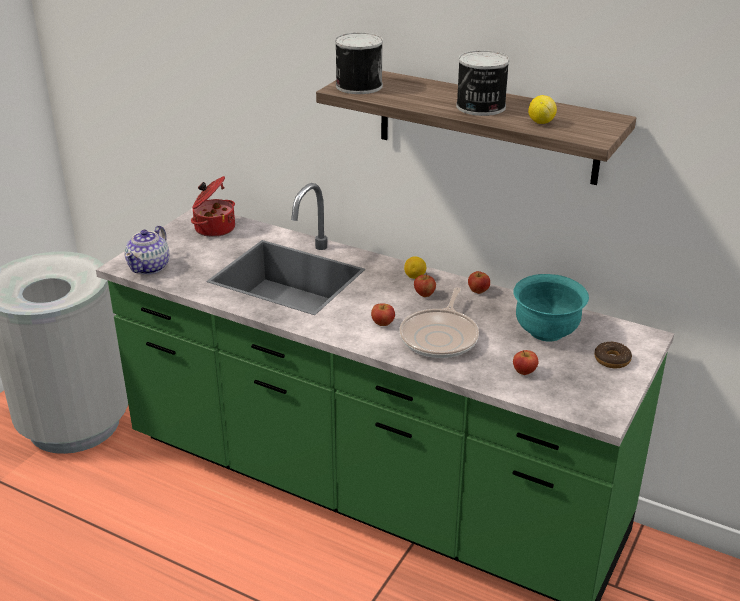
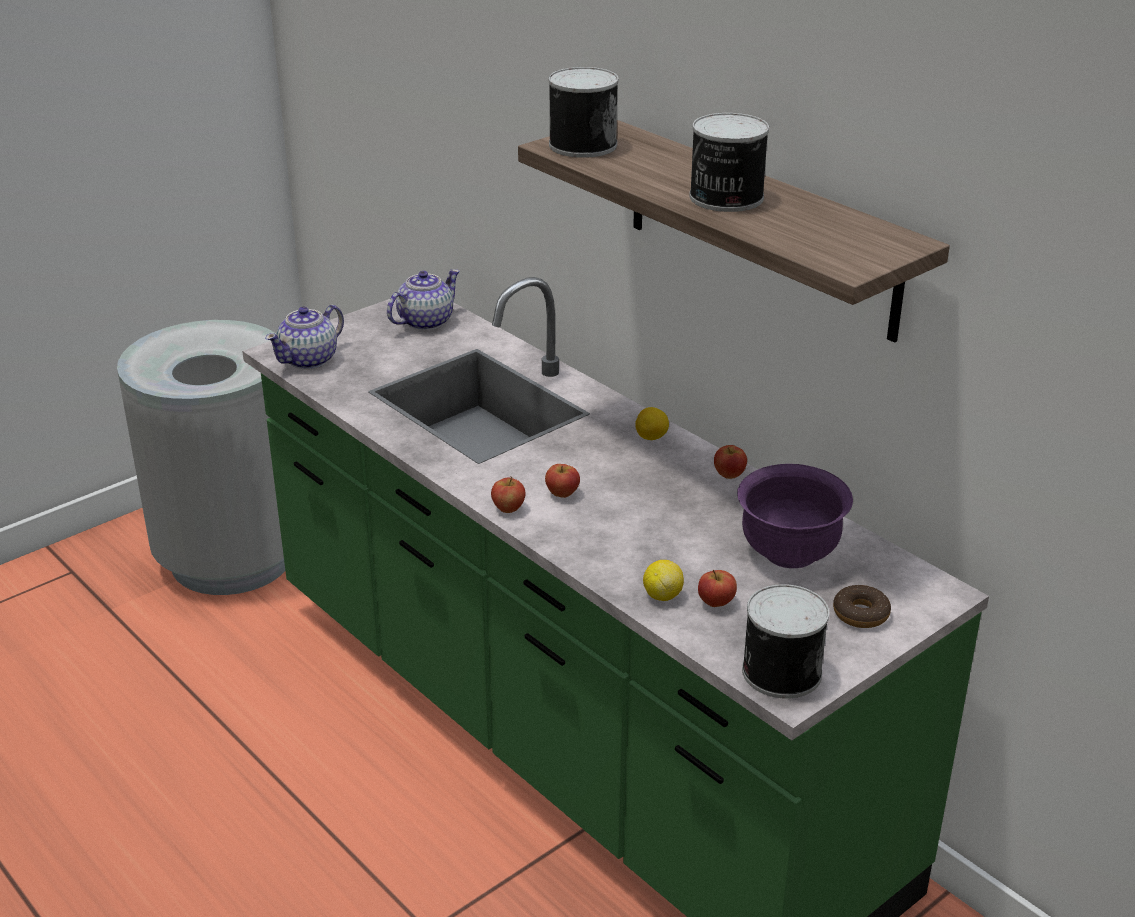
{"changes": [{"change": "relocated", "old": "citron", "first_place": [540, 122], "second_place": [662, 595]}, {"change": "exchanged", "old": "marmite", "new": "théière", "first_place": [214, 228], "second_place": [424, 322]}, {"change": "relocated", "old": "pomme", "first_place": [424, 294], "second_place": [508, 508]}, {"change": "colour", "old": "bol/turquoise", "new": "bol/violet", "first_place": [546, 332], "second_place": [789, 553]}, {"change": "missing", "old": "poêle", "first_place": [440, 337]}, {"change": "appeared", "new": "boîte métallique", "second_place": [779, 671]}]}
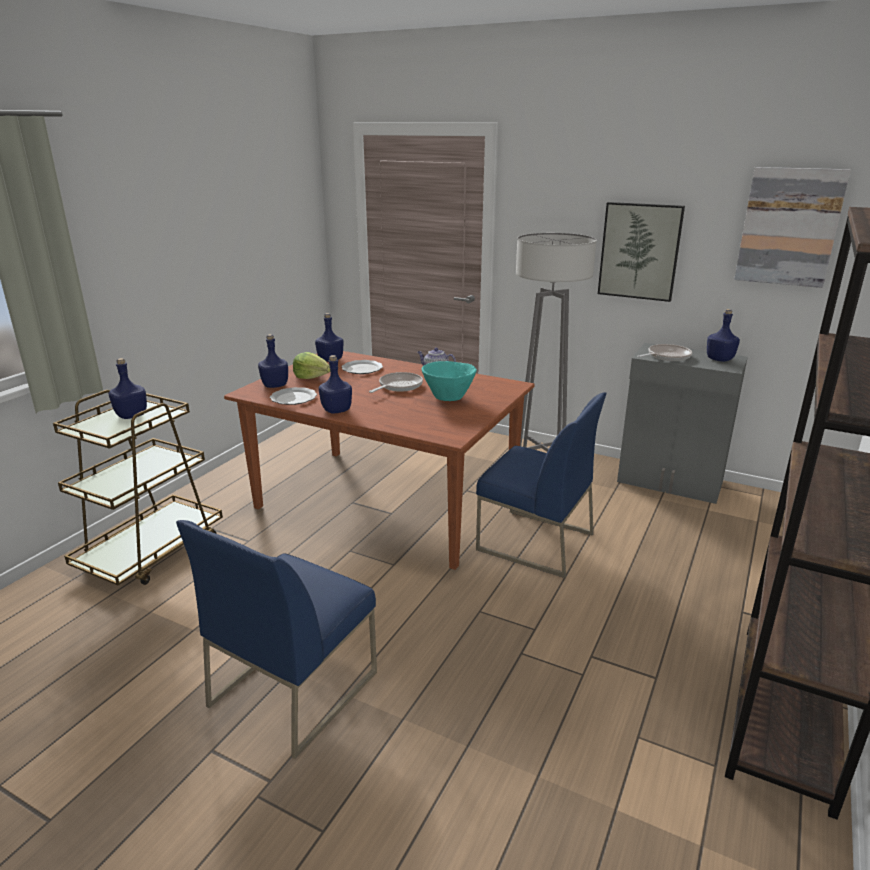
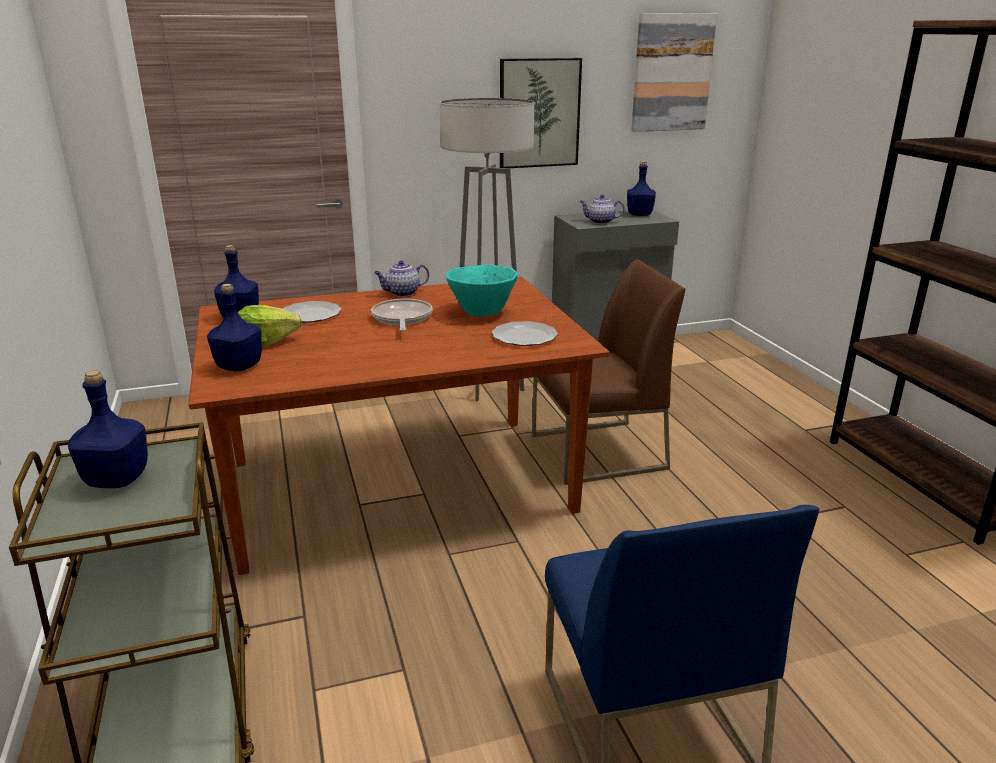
{"changes": [{"change": "exchanged", "old": "poêle", "new": "théière", "first_place": [666, 356], "second_place": [600, 221]}, {"change": "missing", "old": "bouteille/bleu", "first_place": [336, 410]}, {"change": "relocated", "old": "assiette", "first_place": [294, 398], "second_place": [525, 336]}, {"change": "colour", "old": "chaise/bleu", "new": "chaise/marron", "first_place": [534, 542], "second_place": [597, 452]}]}
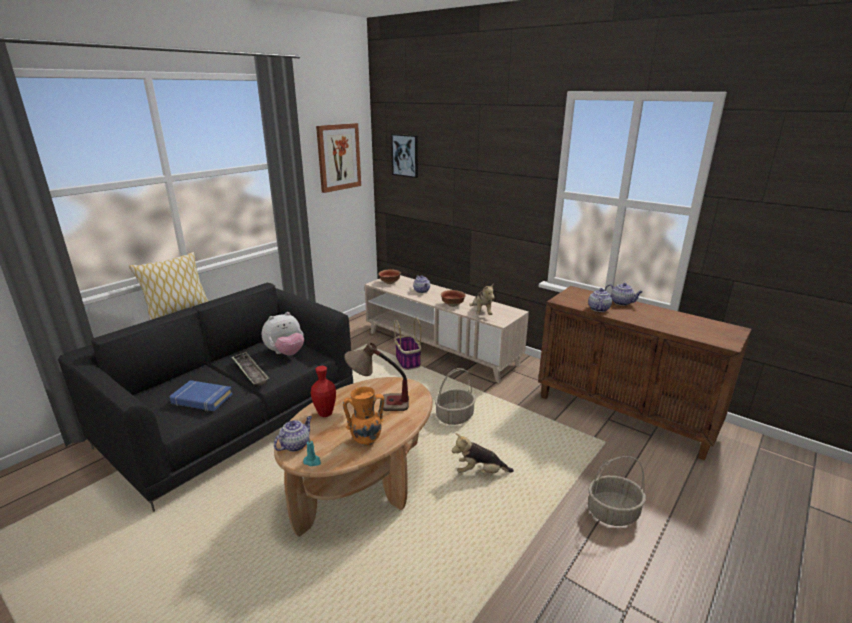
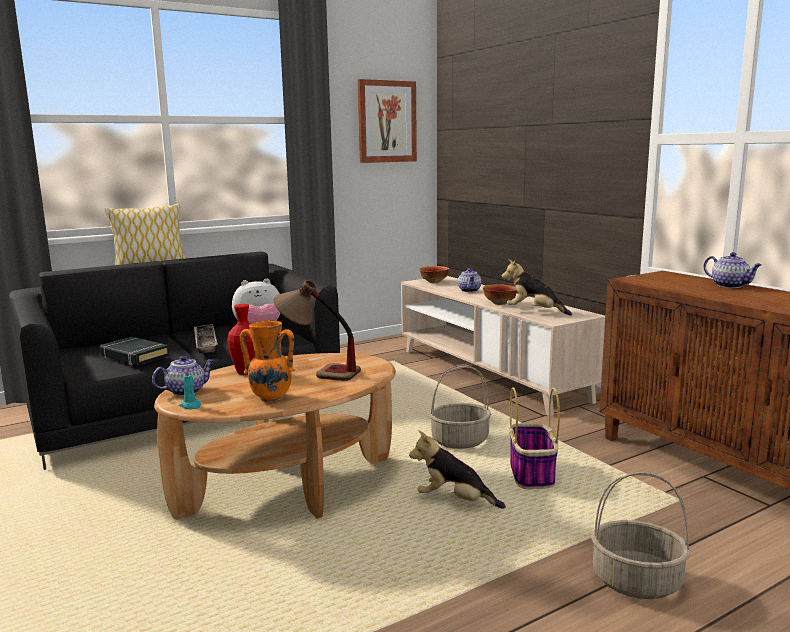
{"changes": [{"change": "missing", "old": "tableau", "first_place": [405, 155]}, {"change": "spun", "old": "peluche", "first_place": [481, 313], "second_place": [534, 312], "degrees": 105}, {"change": "missing", "old": "théière", "first_place": [598, 308]}, {"change": "relocated", "old": "panier", "first_place": [408, 361], "second_place": [532, 474]}, {"change": "colour", "old": "livre/bleu", "new": "livre/noir", "first_place": [202, 399], "second_place": [134, 356]}]}
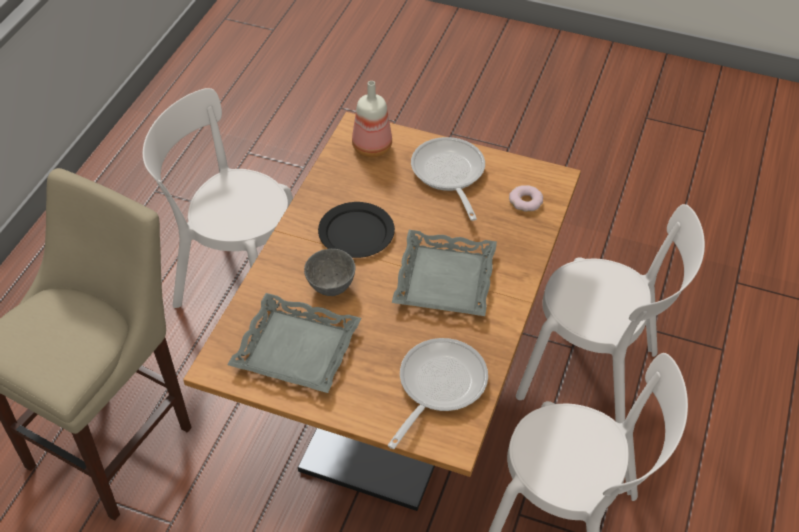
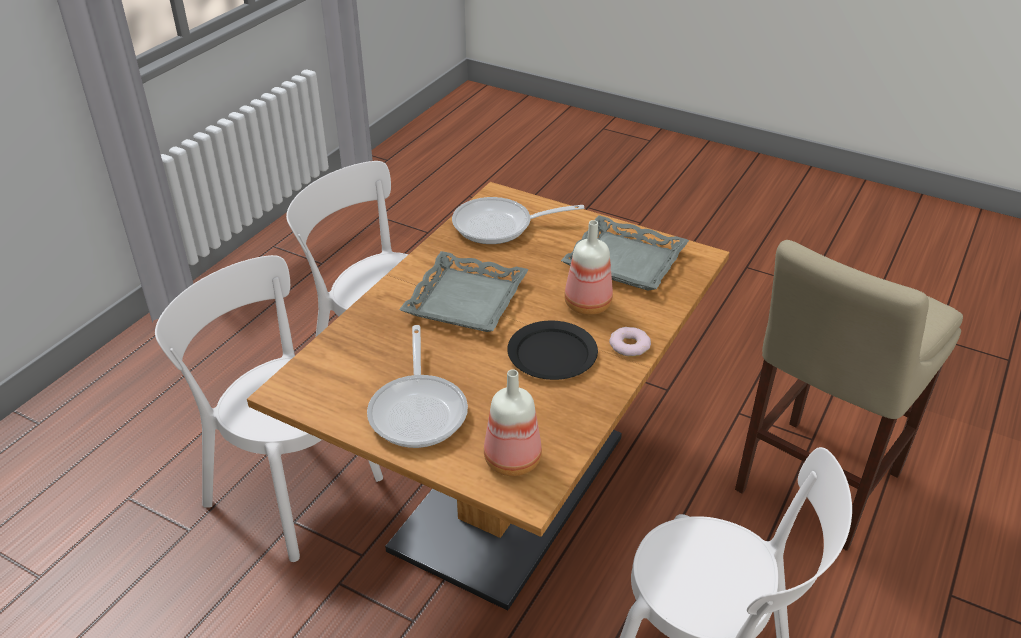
{"changes": [{"change": "relocated", "old": "beignet", "first_place": [526, 201], "second_place": [629, 345]}, {"change": "exchanged", "old": "bol/gris", "new": "bouteille", "first_place": [332, 288], "second_place": [586, 304]}, {"change": "spun", "old": "poêle", "first_place": [437, 386], "second_place": [500, 226], "degrees": 45}]}
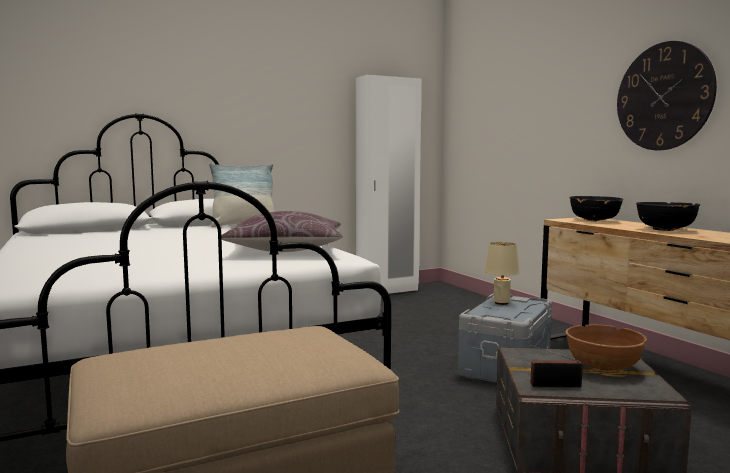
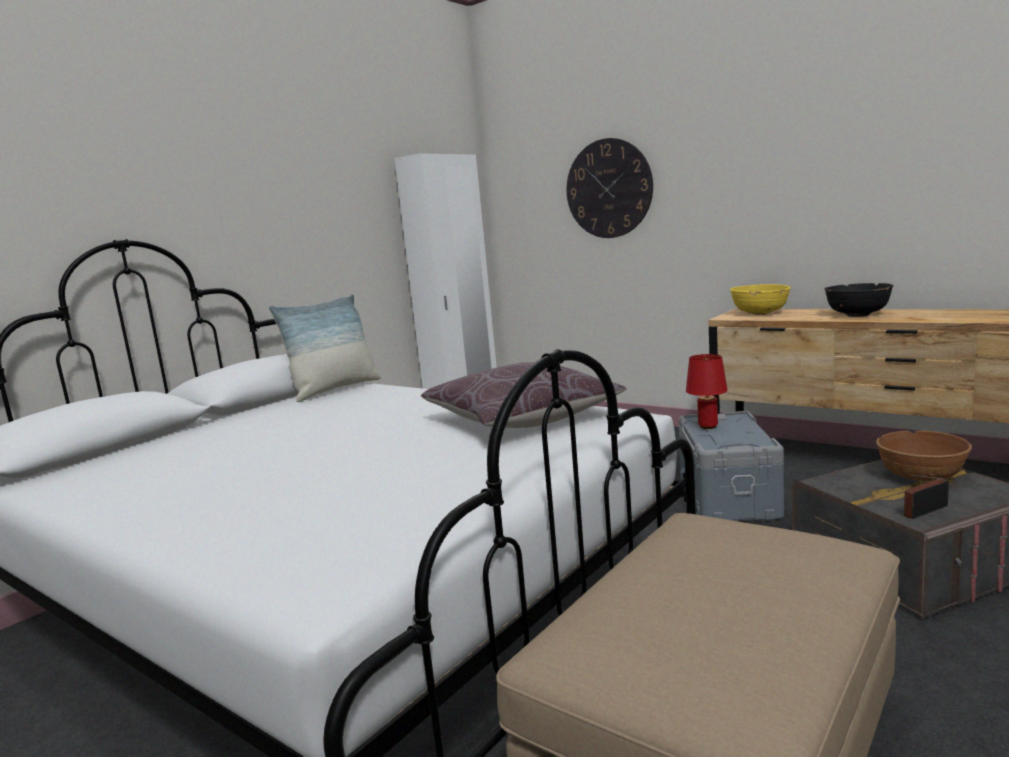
{"changes": [{"change": "relocated", "old": "horloge murale", "first_place": [663, 96], "second_place": [608, 188]}, {"change": "colour", "old": "bol/noir", "new": "bol/jaune", "first_place": [594, 220], "second_place": [760, 313]}, {"change": "colour", "old": "lampe de table/beige", "new": "lampe de table/rouge", "first_place": [501, 303], "second_place": [708, 426]}]}
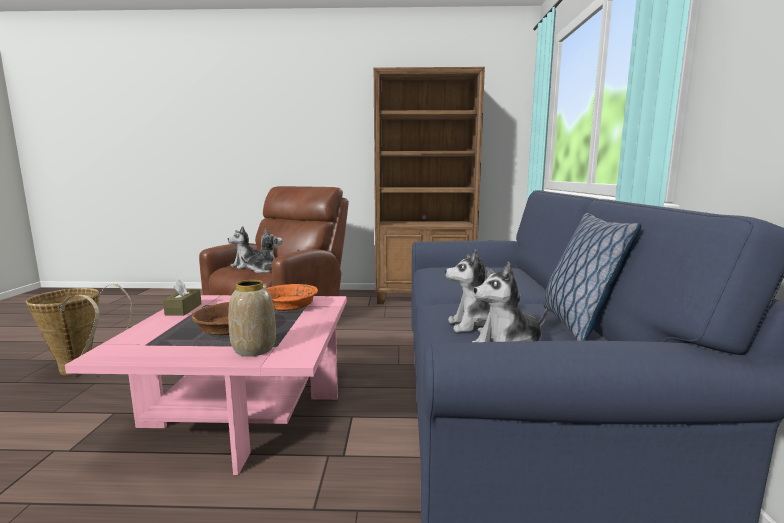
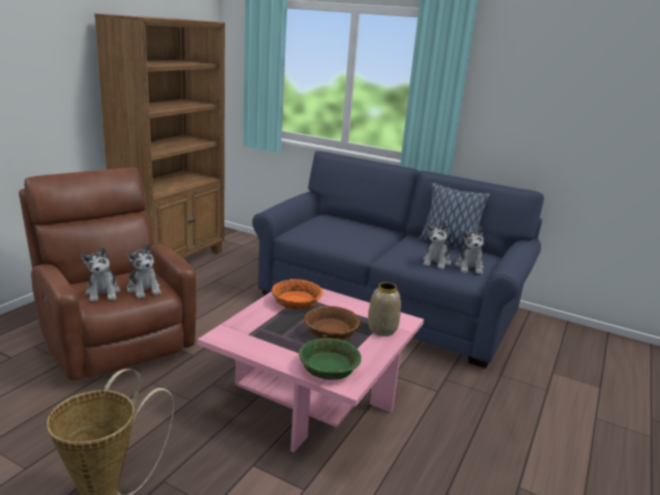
{"changes": [{"change": "spun", "old": "peluche", "first_place": [264, 270], "second_place": [144, 289], "degrees": 150}, {"change": "missing", "old": "boîte à mouchoirs/marron", "first_place": [183, 309]}, {"change": "appeared", "new": "bol/vert", "second_place": [328, 368]}]}
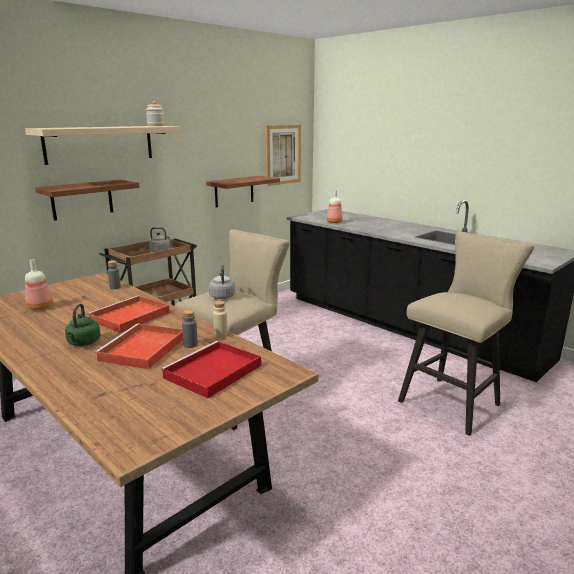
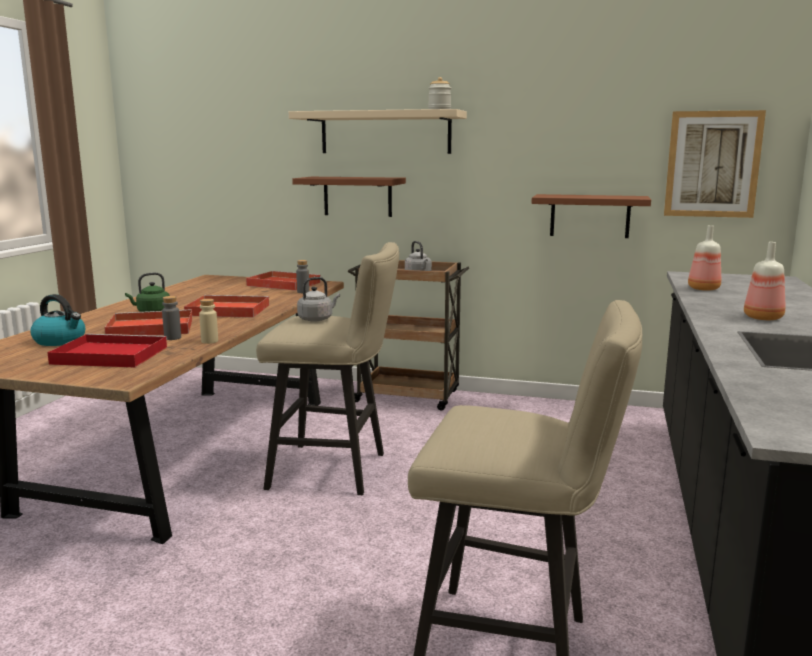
{"changes": [{"change": "relocated", "old": "bouteille", "first_place": [41, 307], "second_place": [764, 318]}, {"change": "appeared", "new": "plateau/rouge", "second_place": [282, 284]}, {"change": "appeared", "new": "bouilloire", "second_place": [60, 341]}]}
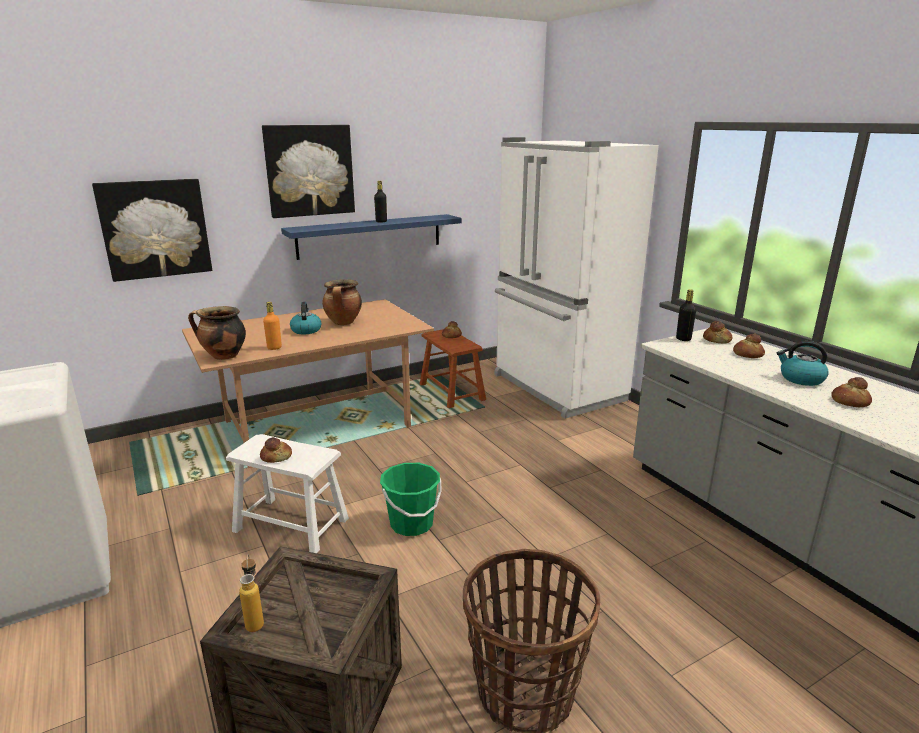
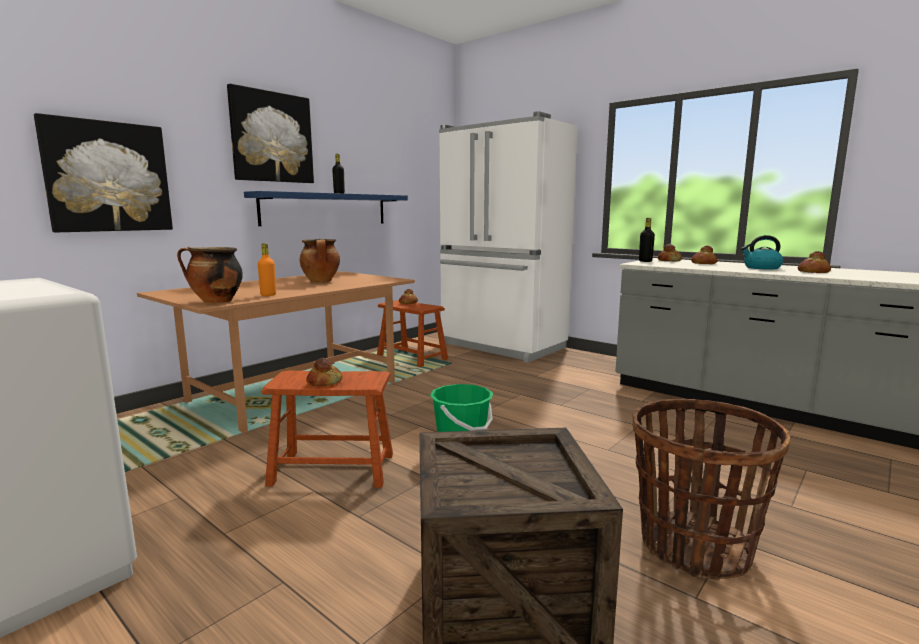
{"changes": [{"change": "missing", "old": "bouilloire", "first_place": [306, 330]}, {"change": "colour", "old": "tabouret/blanc", "new": "tabouret/marron", "first_place": [291, 525], "second_place": [333, 469]}, {"change": "missing", "old": "bouteille", "first_place": [255, 620]}]}
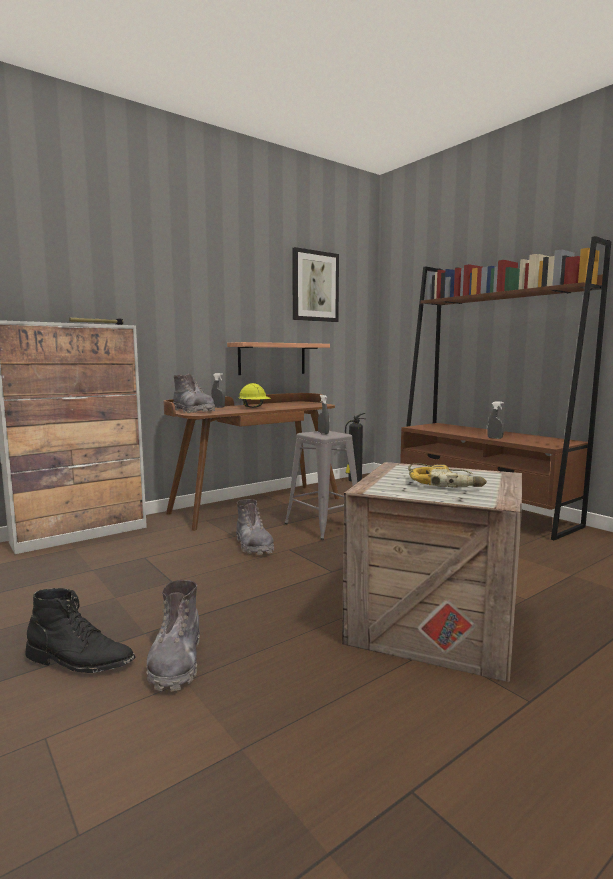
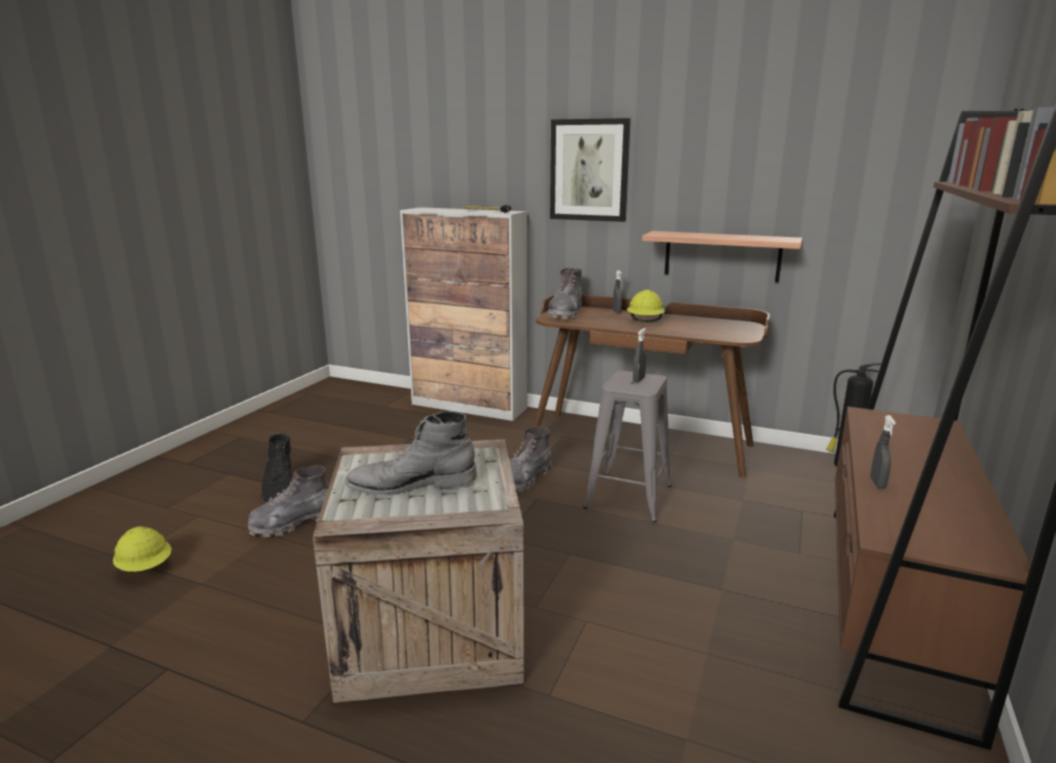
{"changes": [{"change": "relocated", "old": "tableau", "first_place": [315, 286], "second_place": [589, 170]}, {"change": "exchanged", "old": "perceuse", "new": "botte/gris", "first_place": [444, 484], "second_place": [412, 483]}, {"change": "appeared", "new": "casque de chantier/jaune", "second_place": [146, 568]}]}
